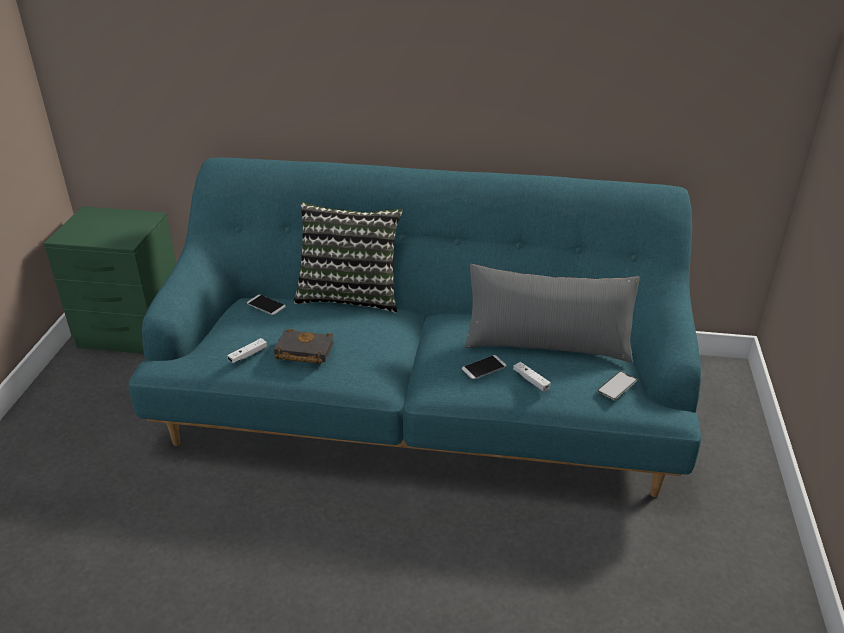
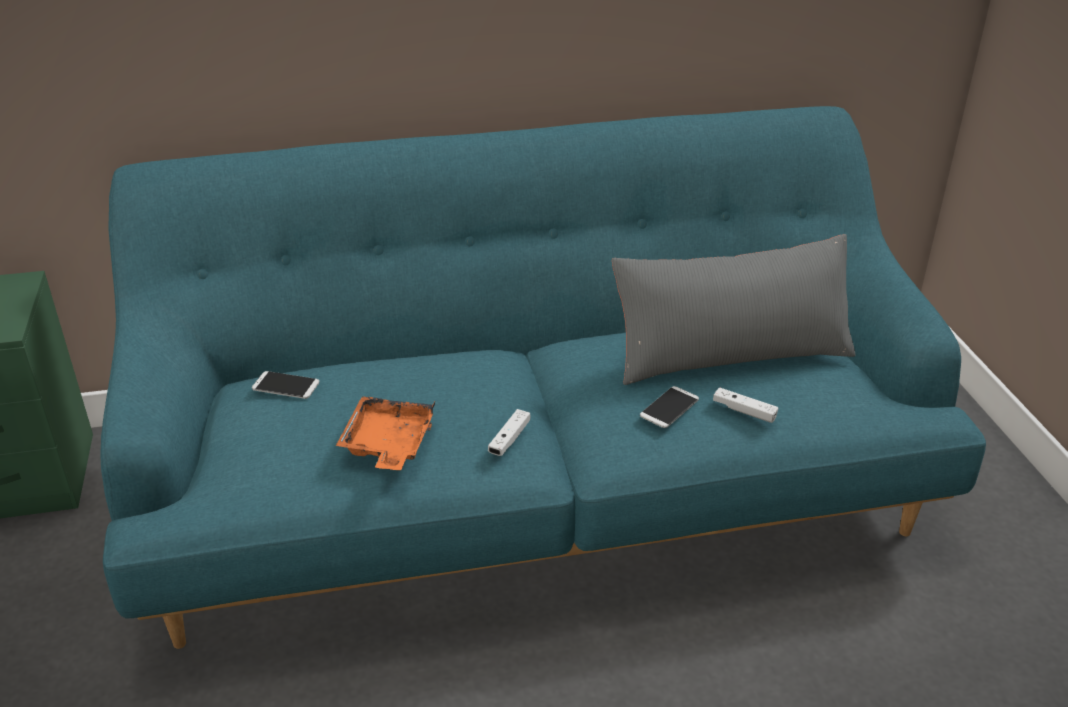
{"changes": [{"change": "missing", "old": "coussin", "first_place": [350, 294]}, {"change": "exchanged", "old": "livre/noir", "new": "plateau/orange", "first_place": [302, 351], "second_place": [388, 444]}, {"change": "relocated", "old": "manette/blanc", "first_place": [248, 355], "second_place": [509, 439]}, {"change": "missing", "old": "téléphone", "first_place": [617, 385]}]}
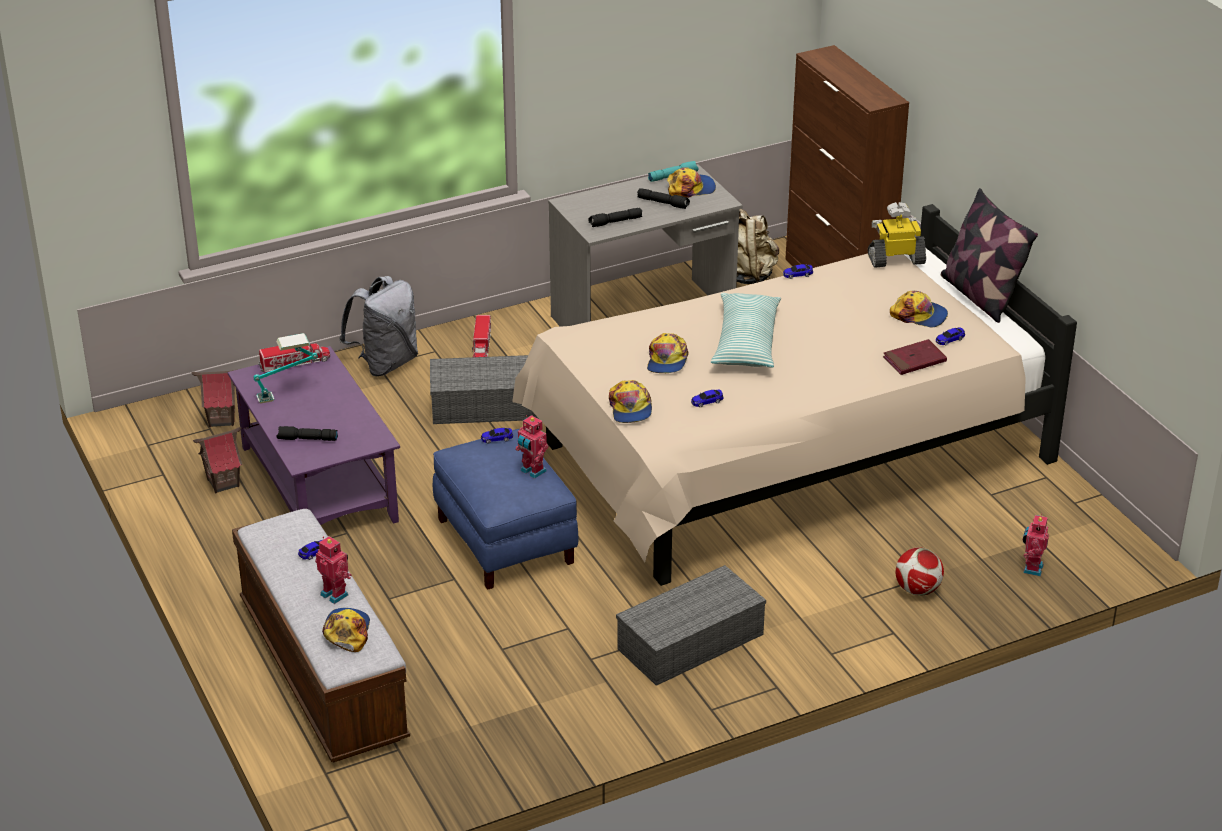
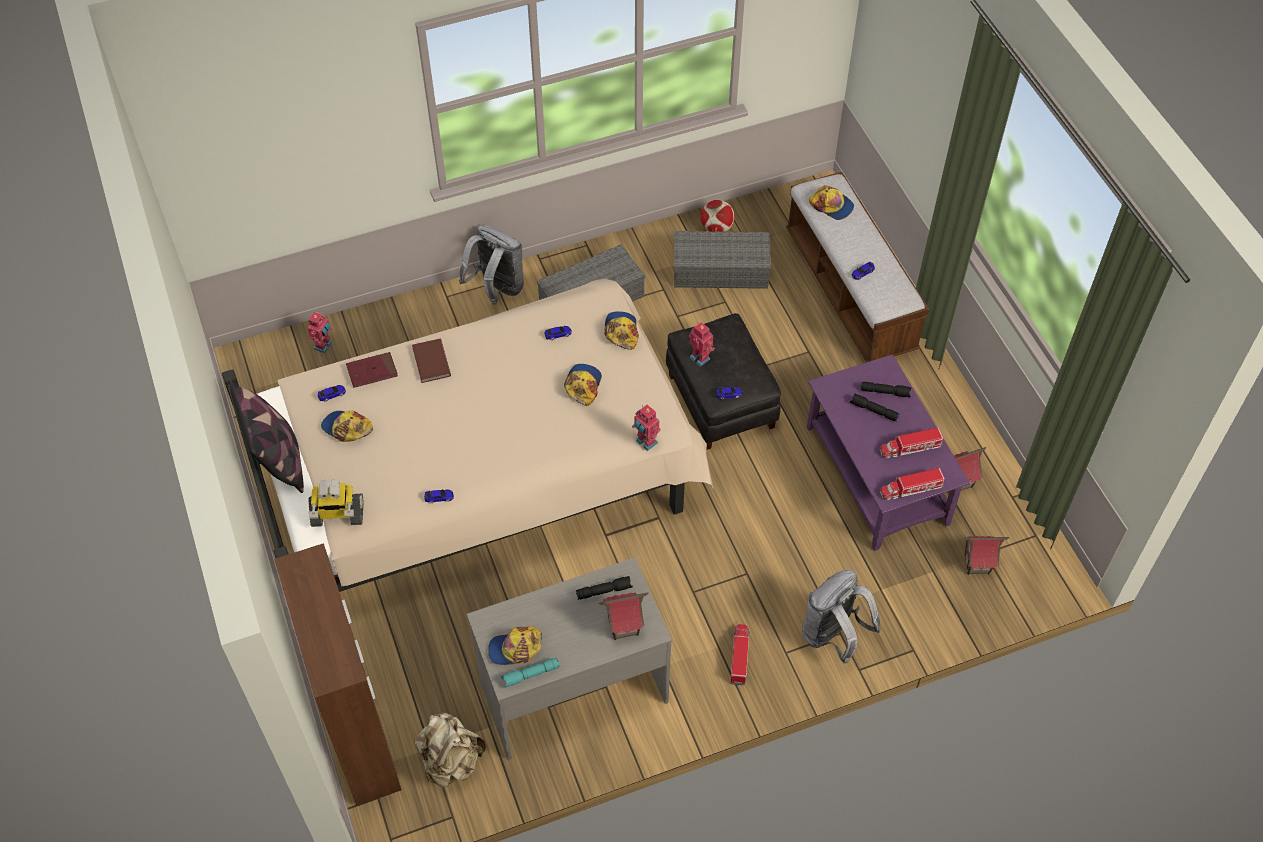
{"changes": [{"change": "relocated", "old": "lampe de poche/noir", "first_place": [663, 203], "second_place": [873, 411]}, {"change": "missing", "old": "coussin", "first_place": [746, 342]}, {"change": "exchanged", "old": "lampe de table", "new": "camion jouet", "first_place": [288, 394], "second_place": [910, 448]}, {"change": "relocated", "old": "boîte de rangement/gris", "first_place": [488, 406], "second_place": [722, 269]}, {"change": "colour", "old": "pouf/bleu", "new": "pouf/noir", "first_place": [506, 541], "second_place": [720, 401]}, {"change": "relocated", "old": "robot jouet", "first_place": [335, 594], "second_place": [645, 442]}, {"change": "relocated", "old": "ballon de foot", "first_place": [917, 590], "second_place": [717, 228]}, {"change": "spun", "old": "casquette", "first_place": [347, 632], "second_place": [831, 205], "degrees": -60}, {"change": "appeared", "new": "sac à dos/gris", "second_place": [497, 289]}, {"change": "appeared", "new": "livre/marron", "second_place": [430, 362]}, {"change": "appeared", "new": "maison miniature", "second_place": [624, 627]}]}
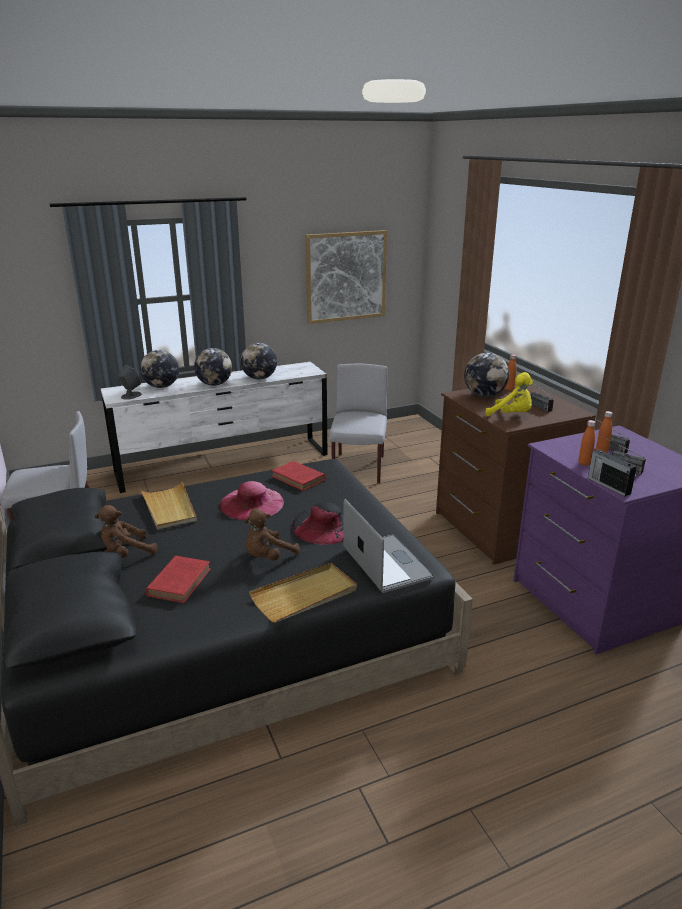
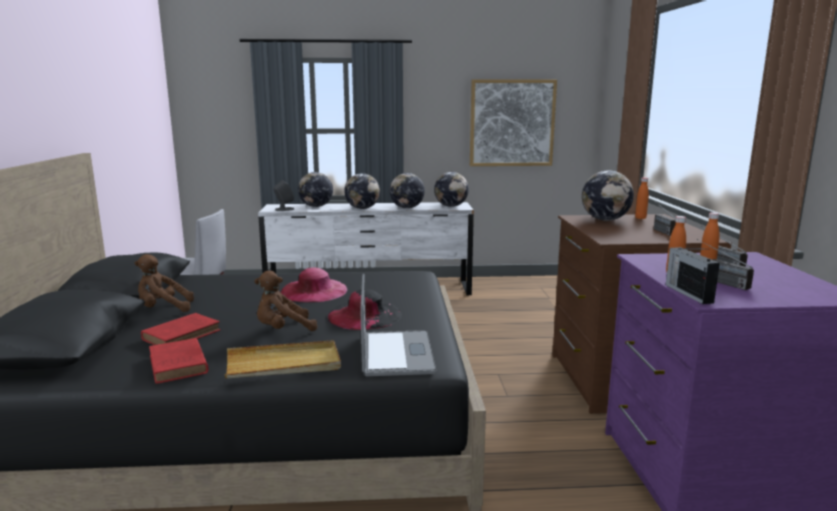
{"changes": [{"change": "missing", "old": "chaise/gris", "first_place": [358, 469]}, {"change": "missing", "old": "peluche/jaune", "first_place": [511, 415]}, {"change": "relocated", "old": "livre/rouge", "first_place": [299, 479], "second_place": [178, 365]}, {"change": "missing", "old": "plateau/beige", "first_place": [169, 508]}, {"change": "appeared", "new": "globe", "second_place": [451, 206]}]}
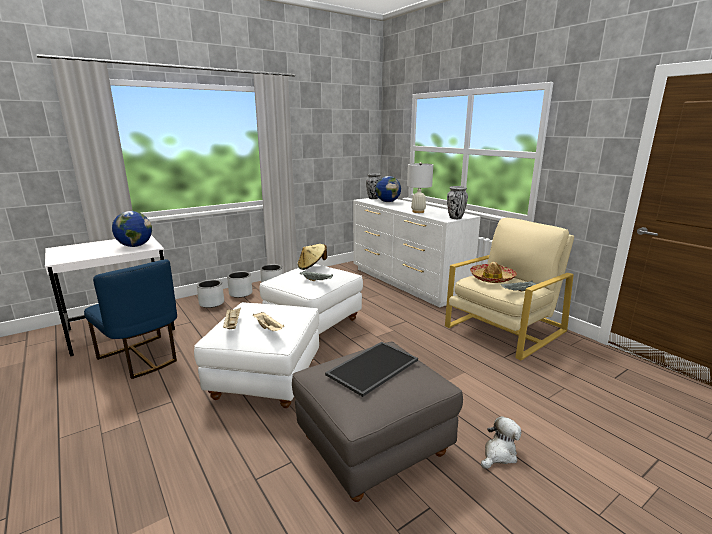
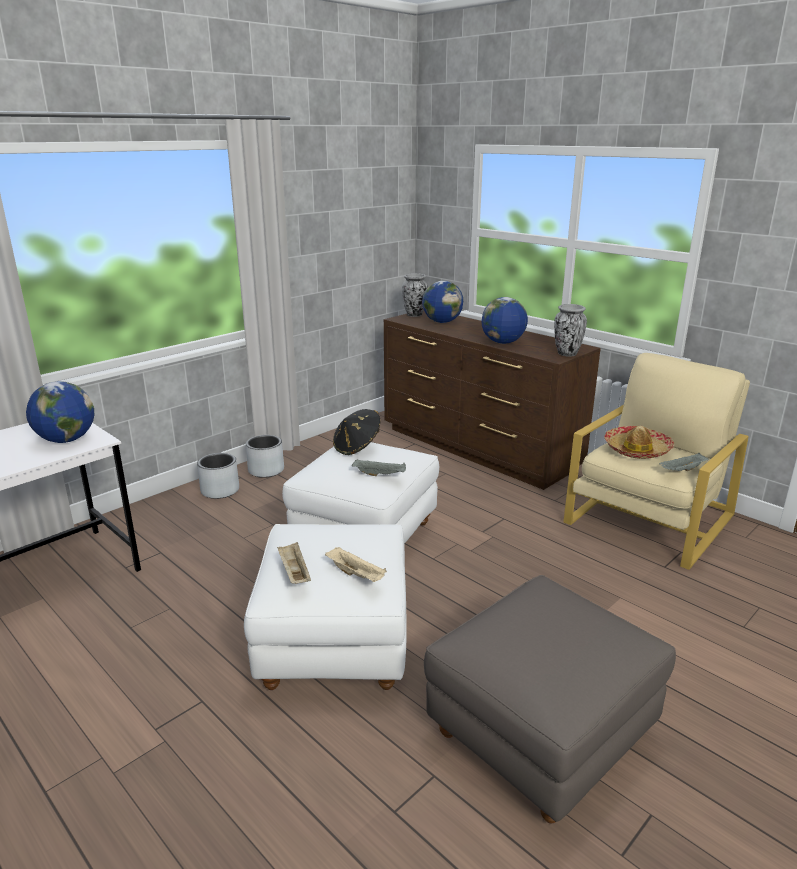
{"changes": [{"change": "exchanged", "old": "lampe de table/blanc", "new": "globe", "first_place": [418, 212], "second_place": [503, 342]}, {"change": "colour", "old": "commode/blanc", "new": "commode/marron", "first_place": [407, 283], "second_place": [478, 449]}, {"change": "colour", "old": "chapeau/beige", "new": "chapeau/noir", "first_place": [312, 266], "second_place": [357, 447]}, {"change": "missing", "old": "chaise/bleu", "first_place": [141, 358]}, {"change": "missing", "old": "cache-pot/gris", "first_place": [212, 303]}, {"change": "missing", "old": "plateau", "first_place": [372, 366]}, {"change": "missing", "old": "peluche", "first_place": [499, 454]}]}
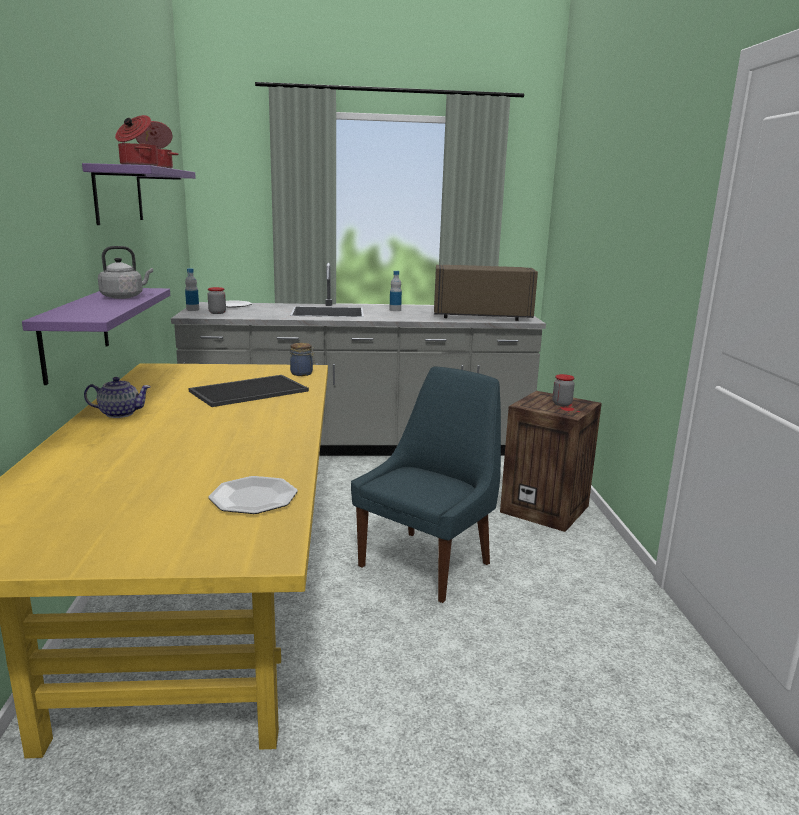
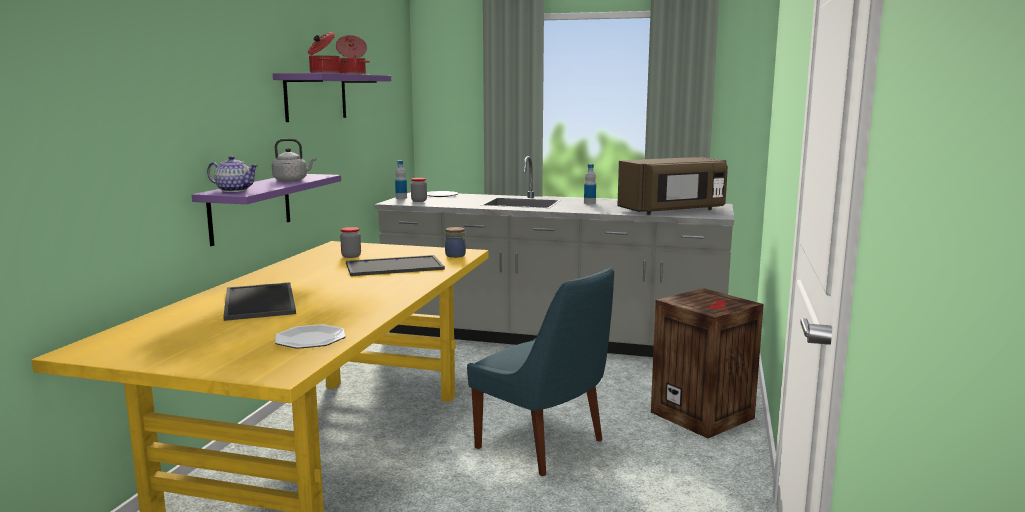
{"changes": [{"change": "spun", "old": "micro-ondes/marron", "first_place": [481, 316], "second_place": [673, 210], "degrees": 135}, {"change": "spun", "old": "chaise/bleu", "first_place": [428, 563], "second_place": [543, 446], "degrees": 75}, {"change": "relocated", "old": "bocal", "first_place": [562, 404], "second_place": [351, 256]}, {"change": "relocated", "old": "théière", "first_place": [119, 413], "second_place": [234, 190]}, {"change": "appeared", "new": "plateau", "second_place": [261, 302]}]}
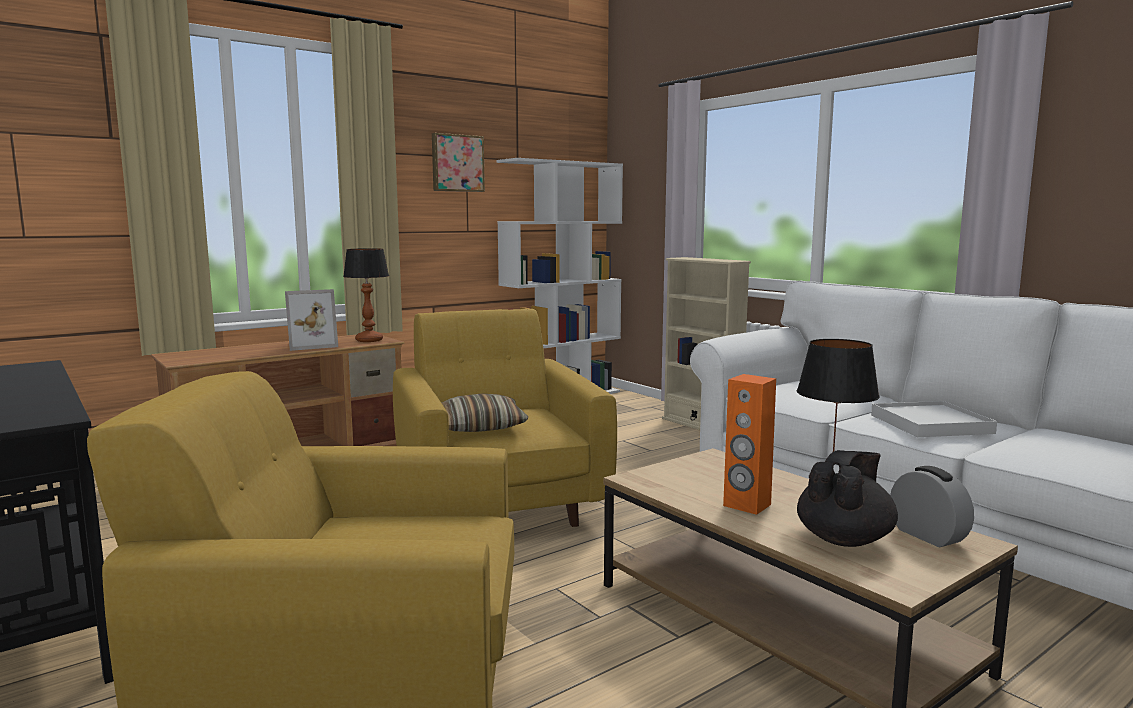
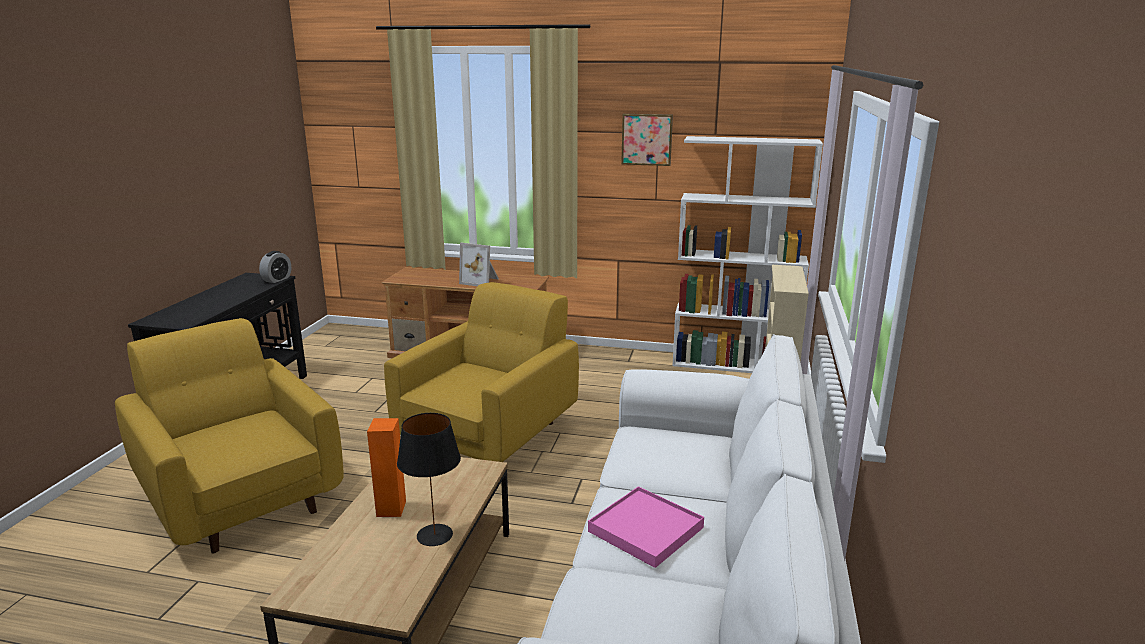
{"changes": [{"change": "missing", "old": "lampe de table", "first_place": [369, 340]}, {"change": "missing", "old": "coussin", "first_place": [480, 426]}, {"change": "colour", "old": "plateau/blanc", "new": "plateau/rose", "first_place": [930, 424], "second_place": [646, 529]}, {"change": "missing", "old": "théière/noir", "first_place": [844, 539]}, {"change": "relocated", "old": "réveil", "first_place": [927, 536], "second_place": [277, 279]}]}
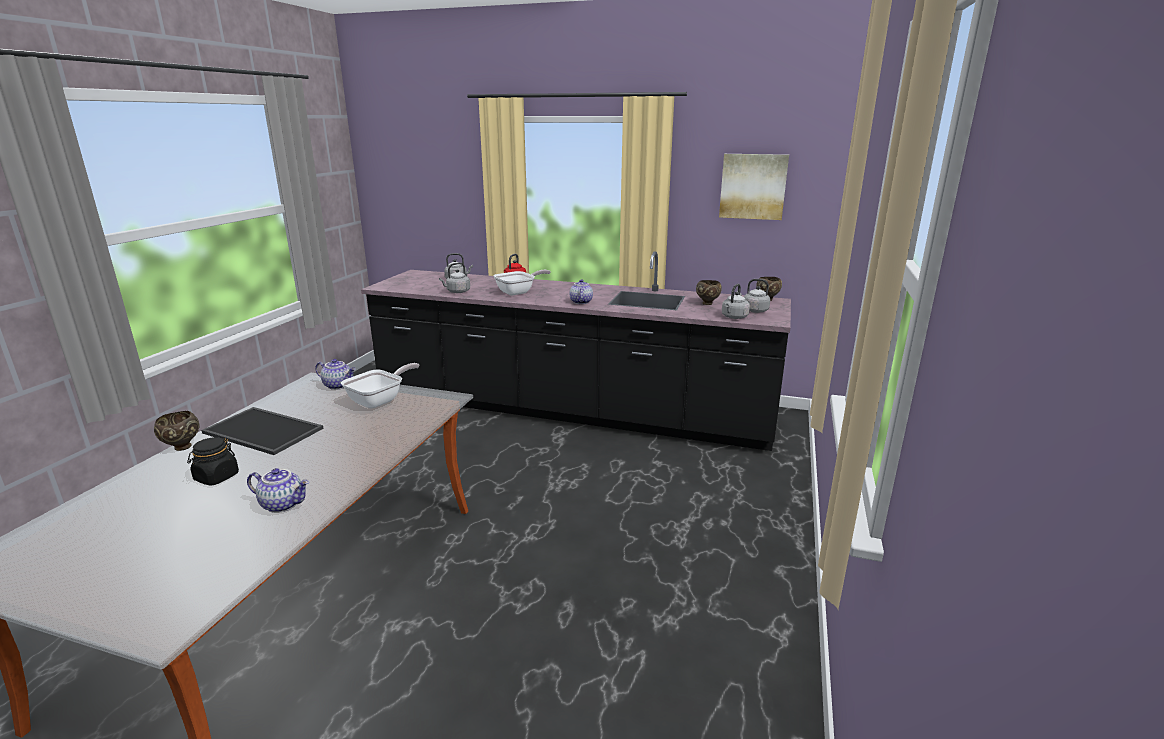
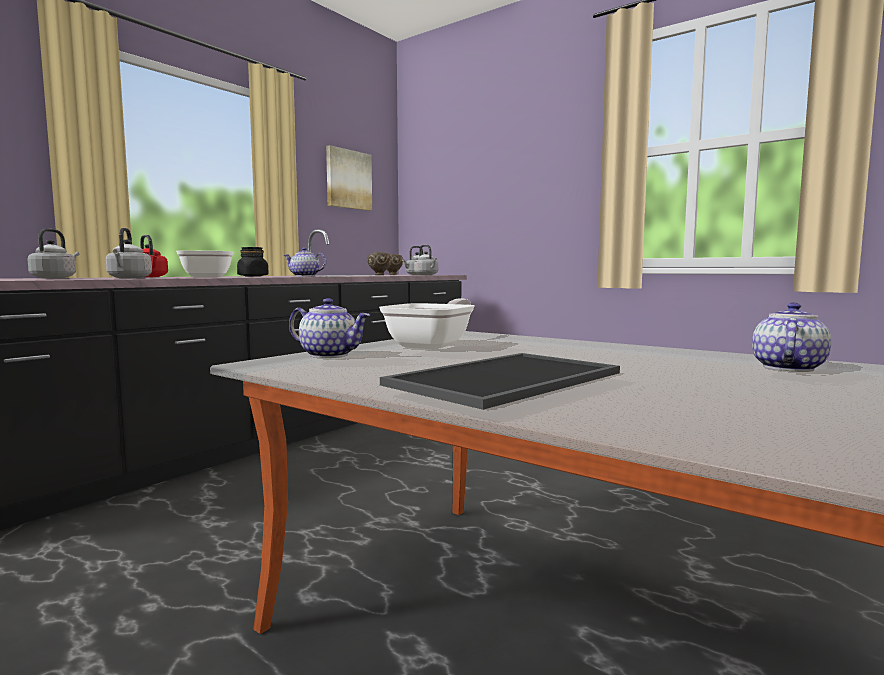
{"changes": [{"change": "spun", "old": "théière", "first_place": [338, 385], "second_place": [330, 355], "degrees": 75}, {"change": "spun", "old": "poêle", "first_place": [380, 400], "second_place": [433, 345], "degrees": 60}, {"change": "missing", "old": "bol/marron", "first_place": [181, 448]}, {"change": "relocated", "old": "bocal/noir", "first_place": [216, 477], "second_place": [253, 276]}]}
